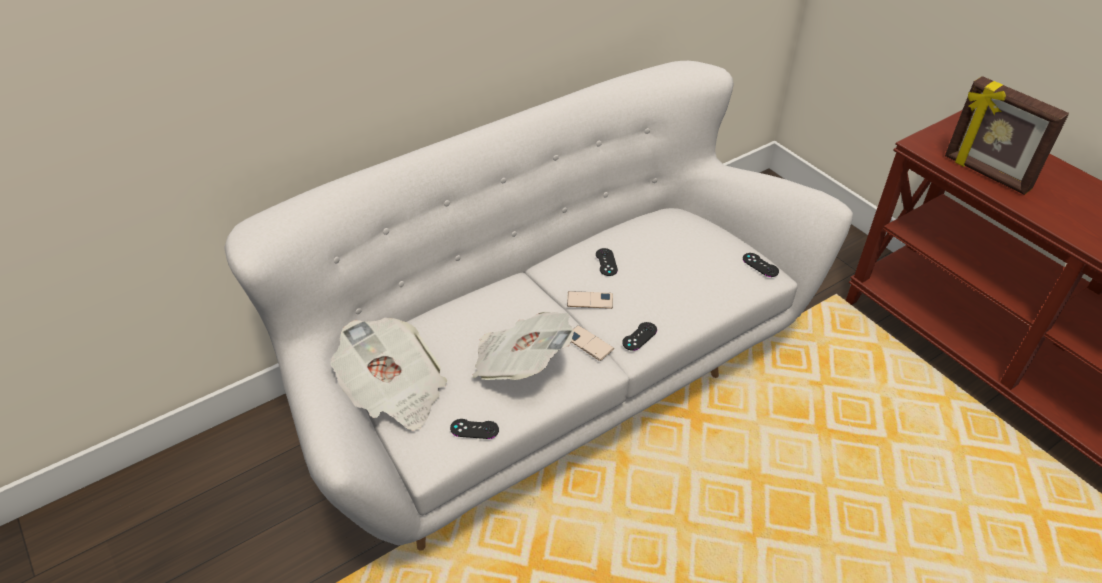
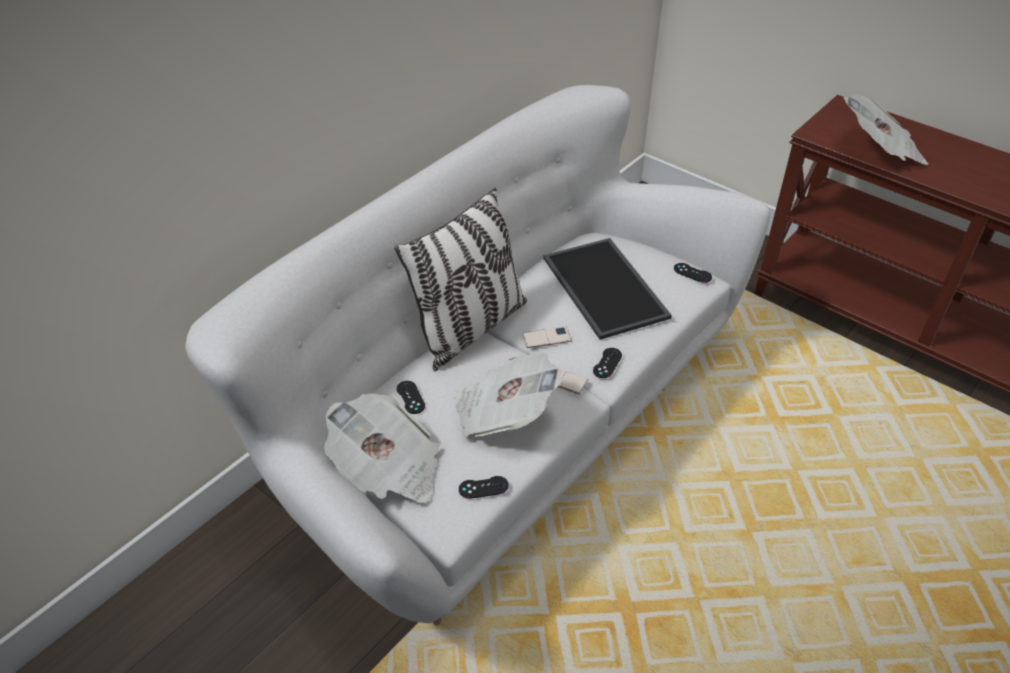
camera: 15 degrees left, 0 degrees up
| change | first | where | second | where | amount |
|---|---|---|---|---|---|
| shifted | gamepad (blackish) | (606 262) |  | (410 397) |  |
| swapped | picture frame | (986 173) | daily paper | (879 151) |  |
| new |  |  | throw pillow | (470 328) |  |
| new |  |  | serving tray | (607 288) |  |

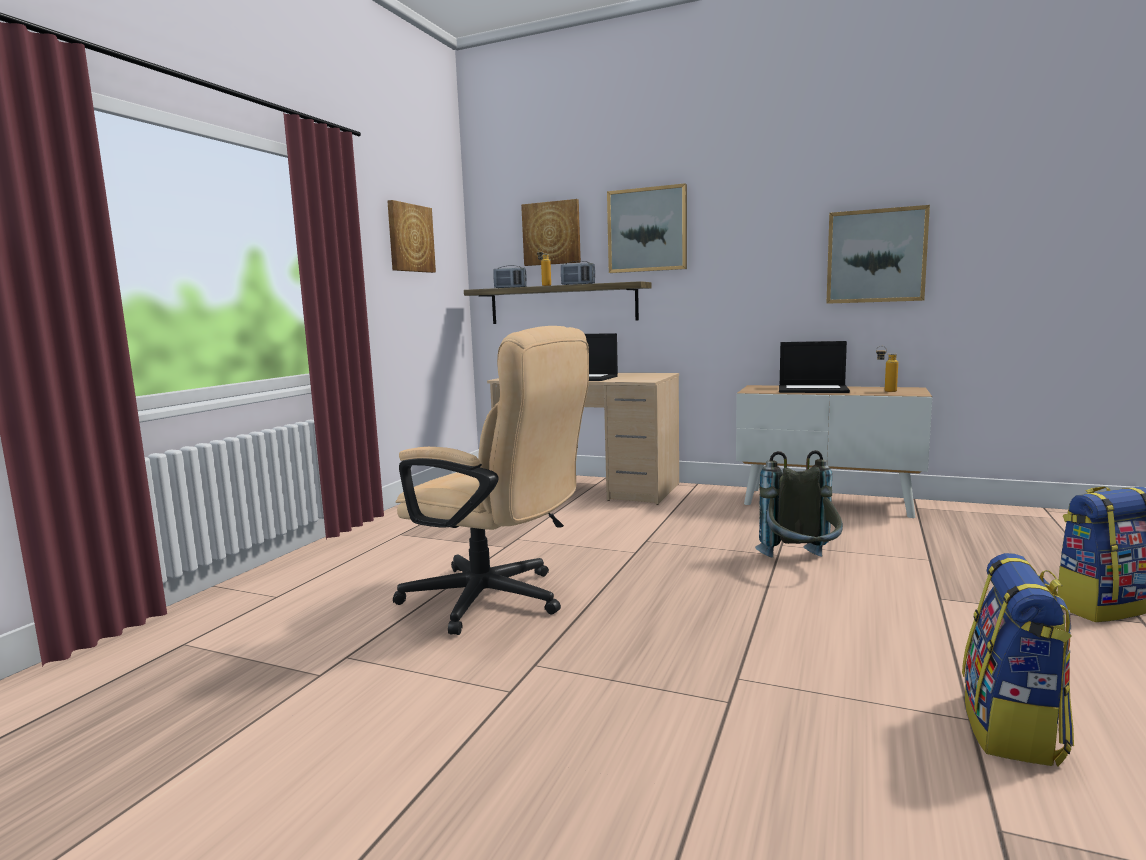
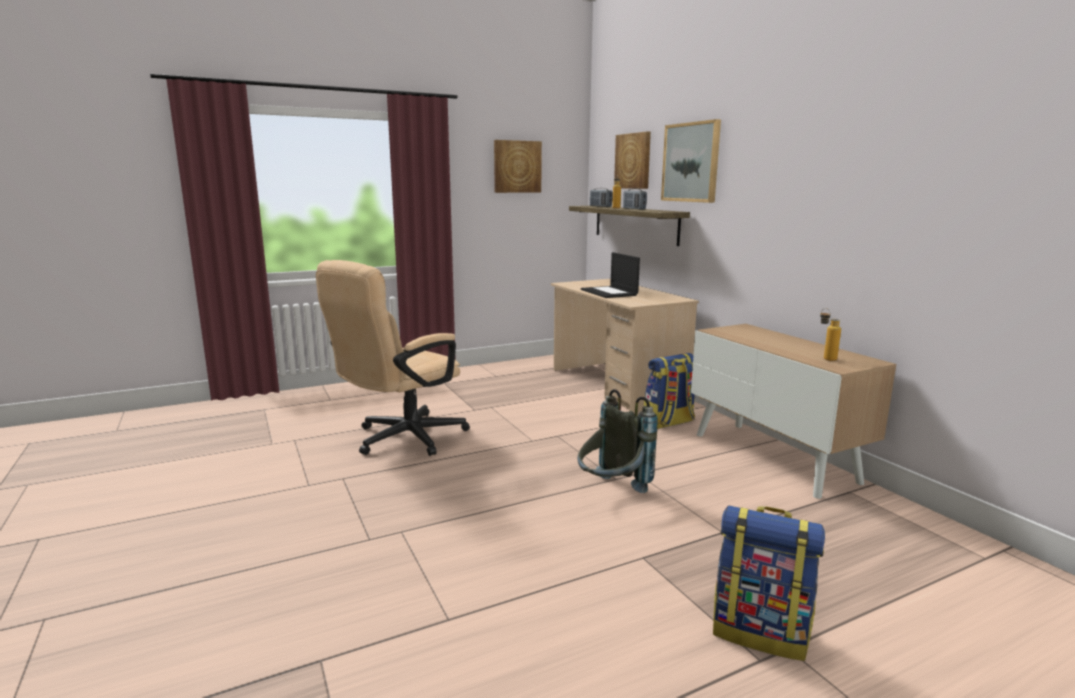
camera: 40 degrees right, 5 degrees up
| change | first | where | second | where | amount |
|---|---|---|---|---|---|
| rotated | office chair (beige) | (497 601) |  | (400 439) | 60 degrees clockwise |
| gone | notebook computer | (813 389) |  |  |  |
| gone | wall art | (876 256) |  |  |  |
| shifted | knapsack | (1013 729) |  | (669 422) |  |

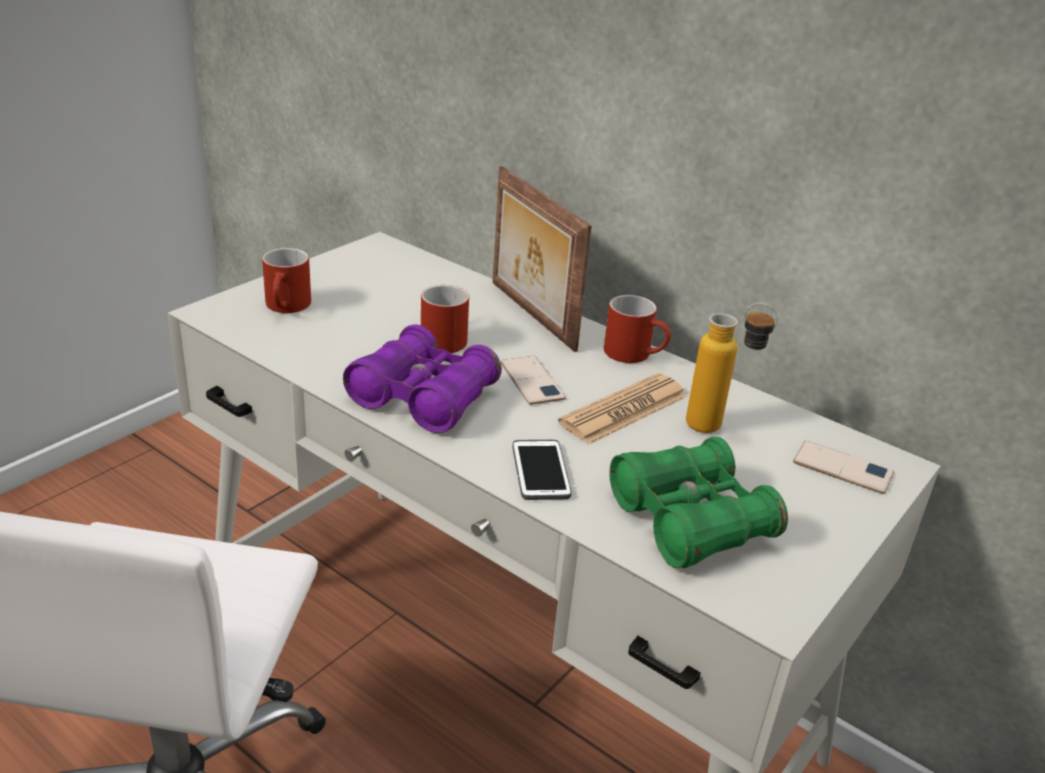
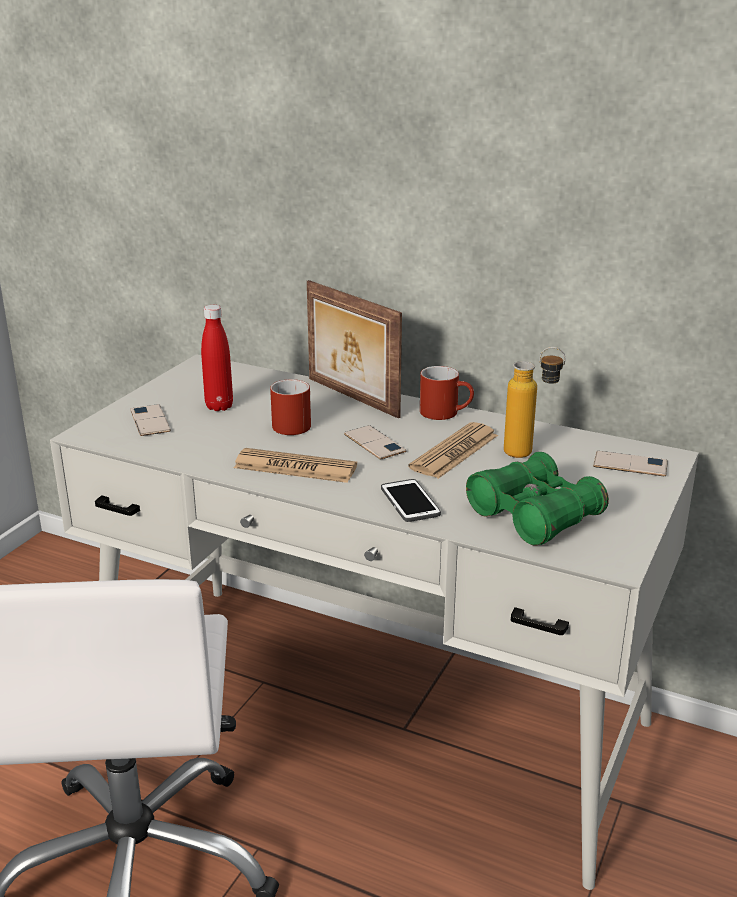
camera: 10 degrees left, 5 degrees down
| change | first | where | second | where | amount |
|---|---|---|---|---|---|
| swapped | tea mug (red) | (287 307) | phone | (150 421) |  |
| swapped | field glasses (purple-coloured) | (423 397) | daily paper | (295 467) |  |
| new |  |  | drink bottle (red) | (219 406) |  |

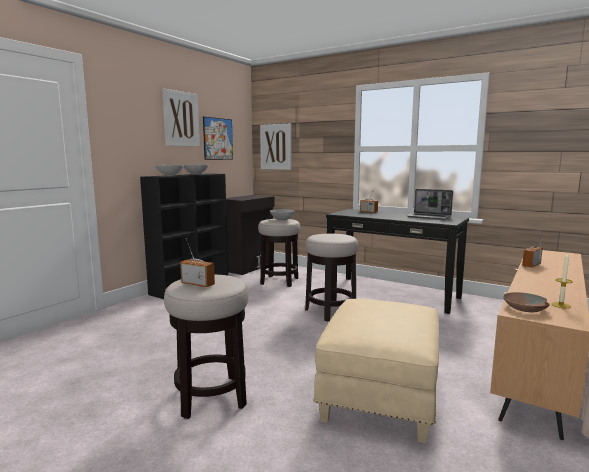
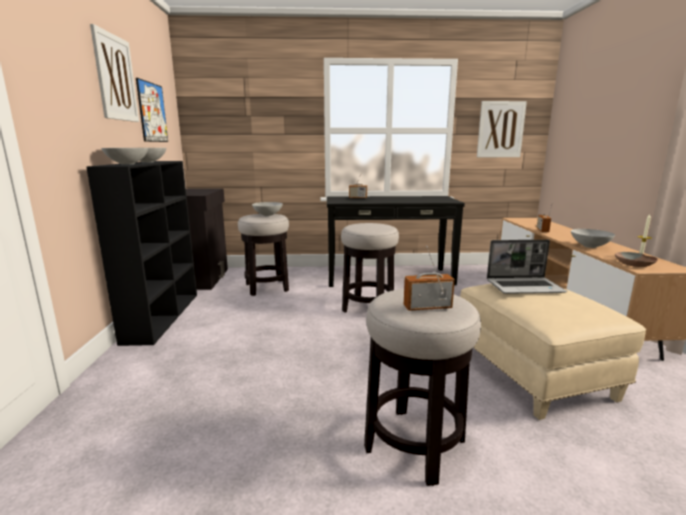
camera: 35 degrees left, 5 degrees up
| change | first | where | second | where | amount |
|---|---|---|---|---|---|
| shifted | wall art | (276 147) |  | (500 129) |  |
| shifted | notebook computer | (429 217) |  | (525 287) |  |
| new |  |  | deep dish (greyish) | (589 246) |  |

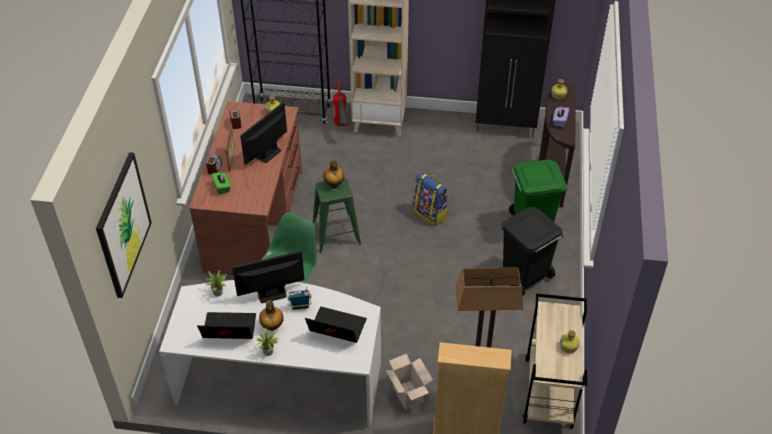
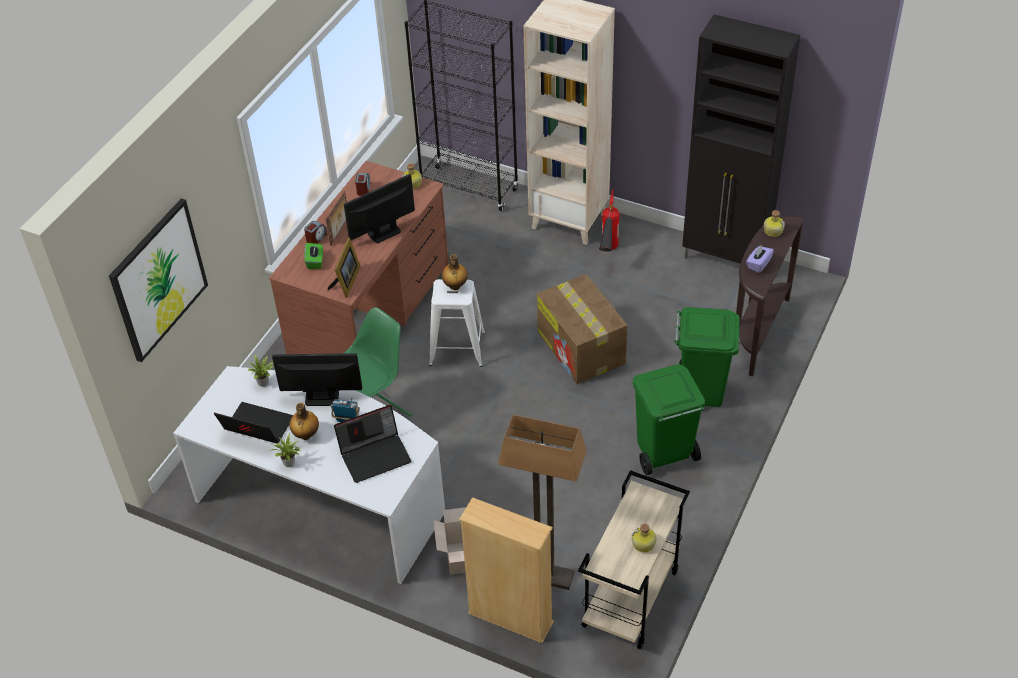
camera: 20 degrees right, 0 degrees up
| change | first | where | second | where | amount |
|---|---|---|---|---|---|
| rotated | notebook computer | (336 329) |  | (375 455) | 120 degrees clockwise |
| repainted | sitting stool (green) | (336 235) | sitting stool (white-coloured) | (457 349) |  |
| shifted | extinguisher | (342 130) |  | (608 255) |  |
| swapped | knapsack | (430 214) | packing box | (582 348) |  |
| repainted | rubbish bin (blackish) | (524 278) | rubbish bin (green) | (663 454) |  |
| new |  |  | picture frame | (346 282) |  |

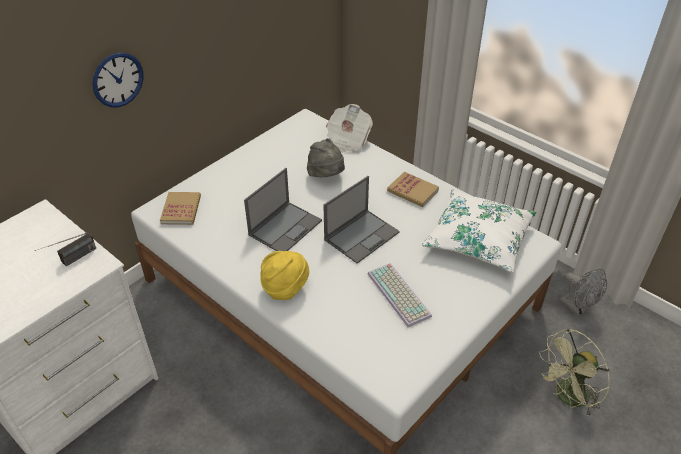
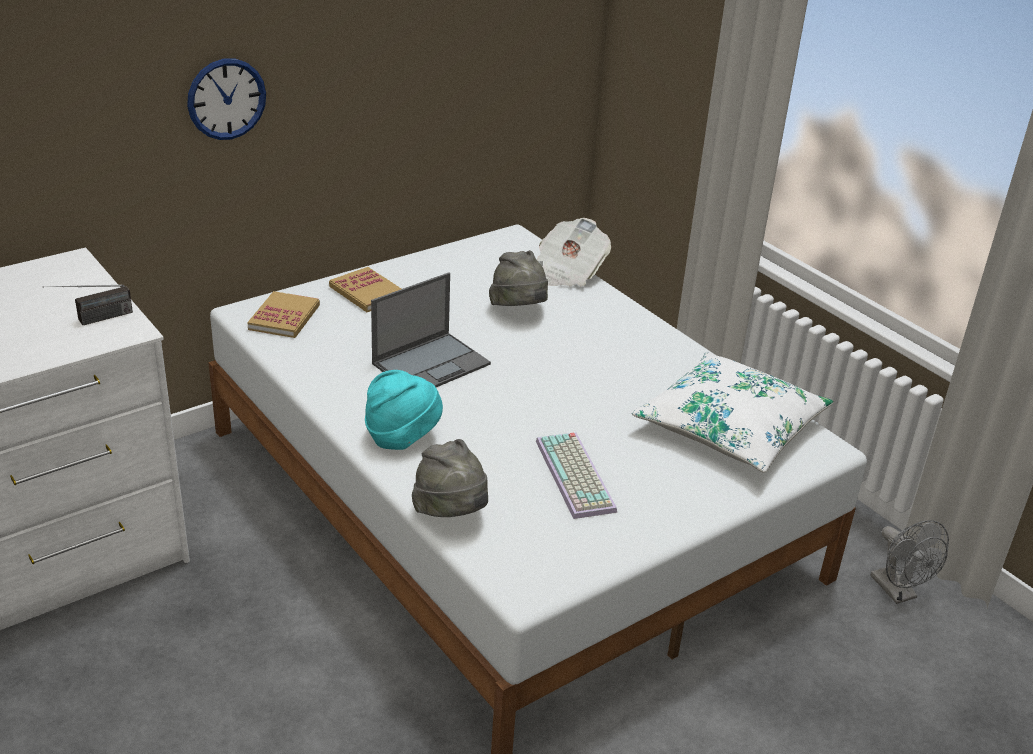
camera: 10 degrees right, 10 degrees down
| change | first | where | second | where | amount |
|---|---|---|---|---|---|
| repainted | clothing hat (yellow) | (285 288) | clothing hat (blue-green) | (402 437) |  |
| gone | notebook computer | (362 235) |  |  |  |
| shifted | bound book | (412 191) |  | (367 292) |  |
| gone | fan (green) | (567 397) |  |  |  |
| new |  |  | clothing hat (greyish) | (451 514) |  |

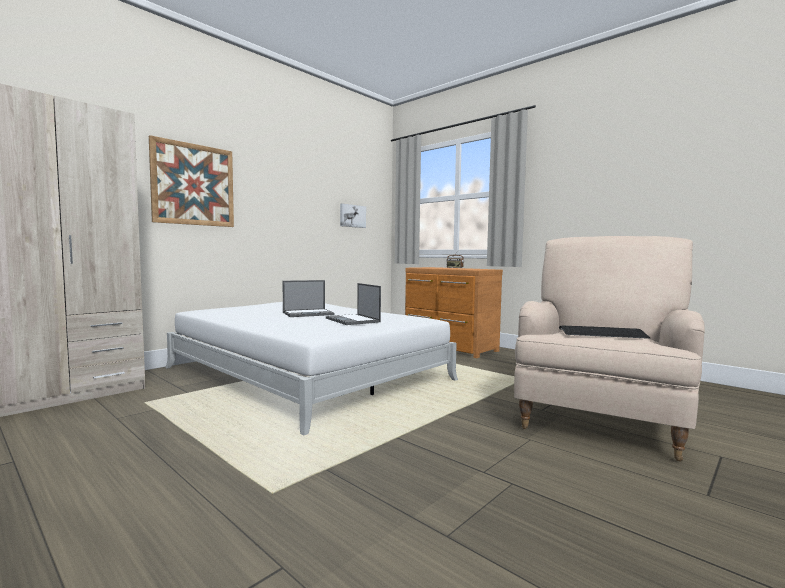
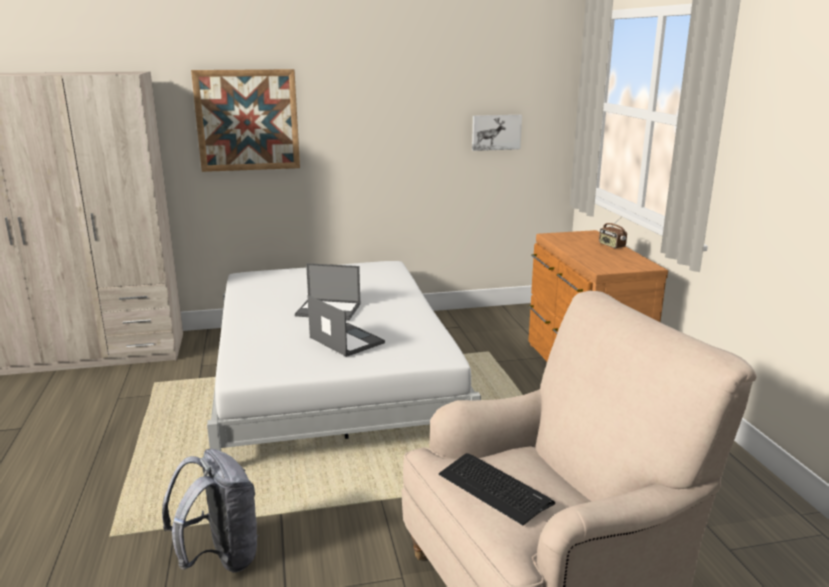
camera: 35 degrees right, 15 degrees up
| change | first | where | second | where | amount |
|---|---|---|---|---|---|
| rotated | notebook computer | (353 320) |  | (345 340) | 135 degrees clockwise |
| new |  |  | knapsack (greyish) | (220 558) |  |

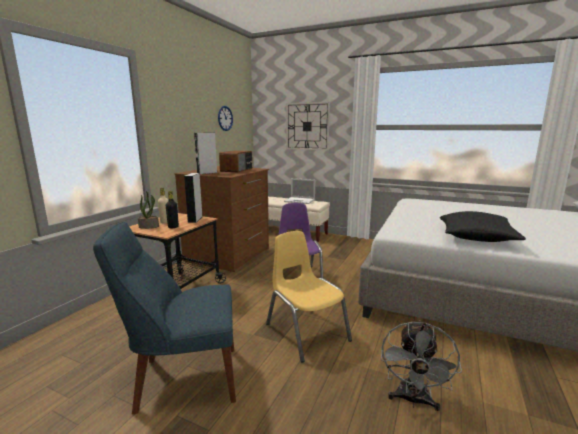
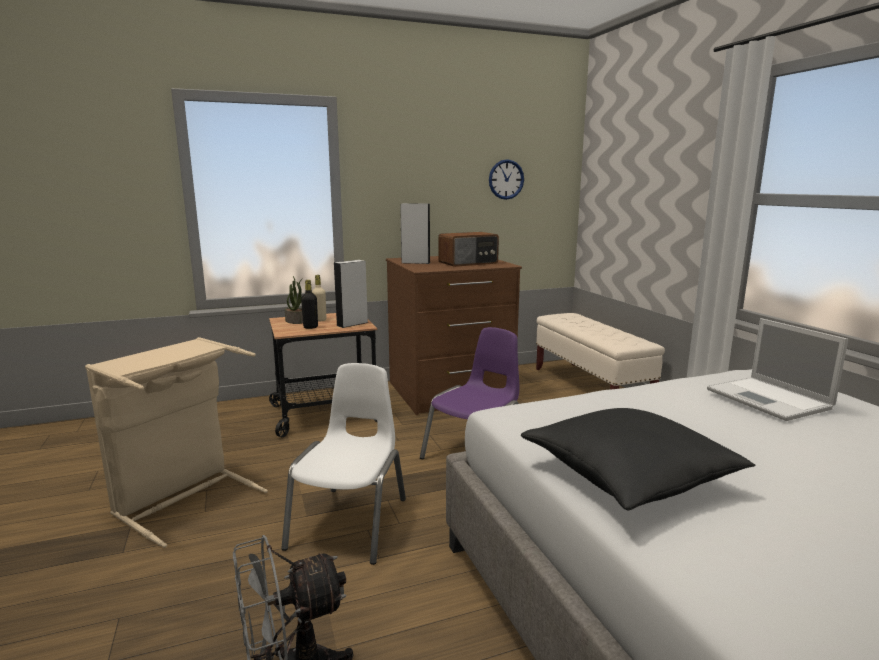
camera: 45 degrees right, 0 degrees up
| change | first | where | second | where | amount |
|---|---|---|---|---|---|
| swapped | plain chair (blue) | (183 379) | washing basket (beige) | (184 499) |  |
| repainted | plain chair (yellow) | (306 332) | plain chair (white-coloured) | (350 523) |  |
| shifted | notebook computer | (300 201) |  | (770 399) |  |
| gone | hanging clock | (307 126) |  |  |  |

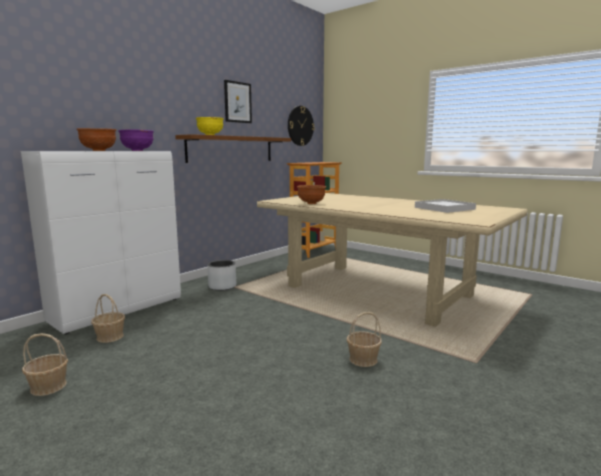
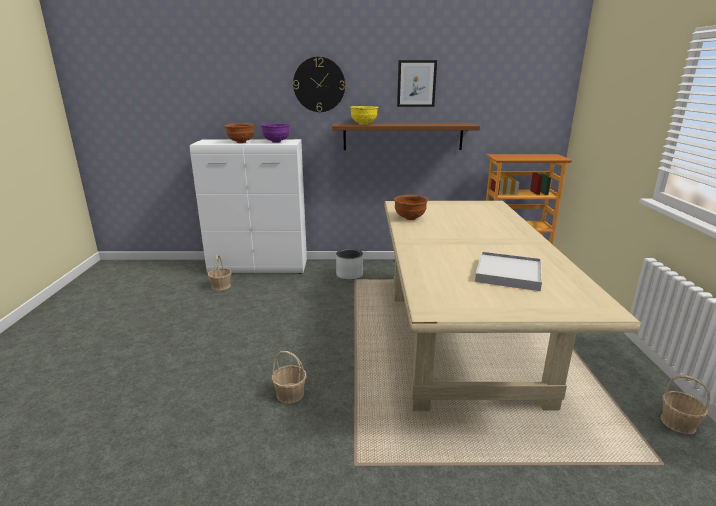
camera: 50 degrees right, 10 degrees up
| change | first | where | second | where | amount |
|---|---|---|---|---|---|
| shifted | household basket | (48 386) |  | (678 423) |  |
| shifted | hanging clock | (300 126) |  | (319 84) |  |

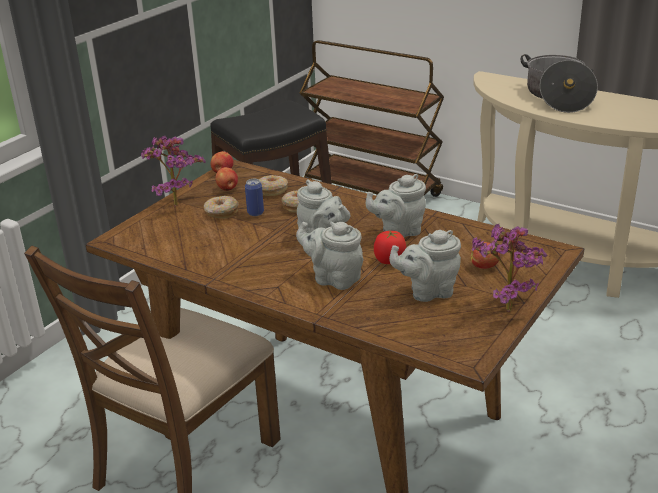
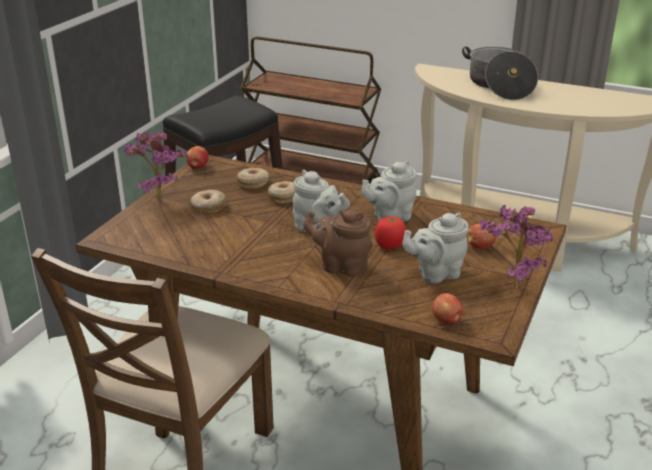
camera: 10 degrees left, 0 degrees up
| change | first | where | second | where | amount |
|---|---|---|---|---|---|
| shifted | apple | (227 189) |  | (446 321) |  |
| gone | metal can | (255 213) |  |  |  |
| repainted | tea pot (greyish) | (333 278) | tea pot (brown-coloured) | (340 266) |  |

